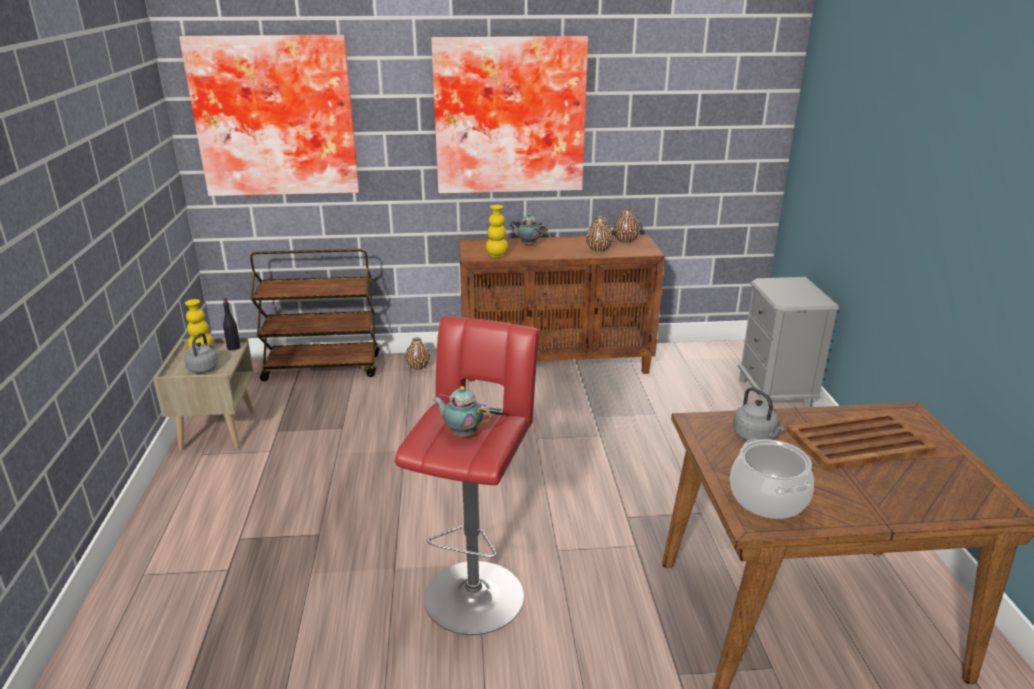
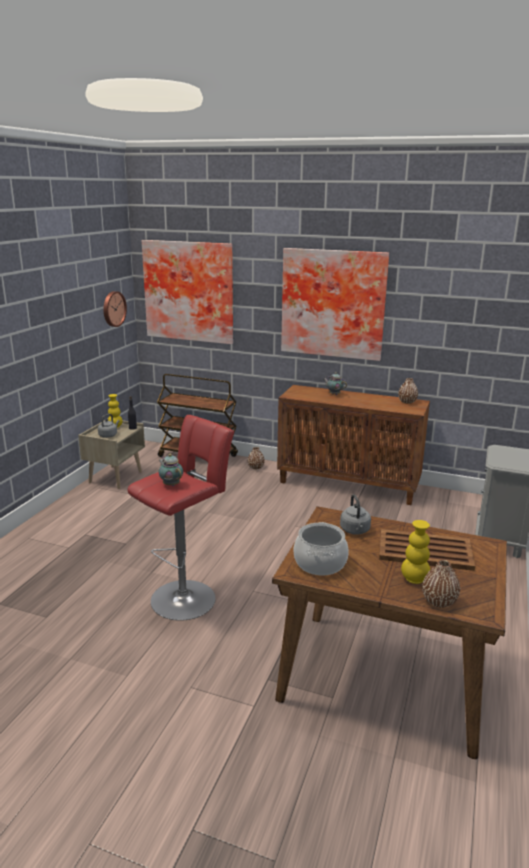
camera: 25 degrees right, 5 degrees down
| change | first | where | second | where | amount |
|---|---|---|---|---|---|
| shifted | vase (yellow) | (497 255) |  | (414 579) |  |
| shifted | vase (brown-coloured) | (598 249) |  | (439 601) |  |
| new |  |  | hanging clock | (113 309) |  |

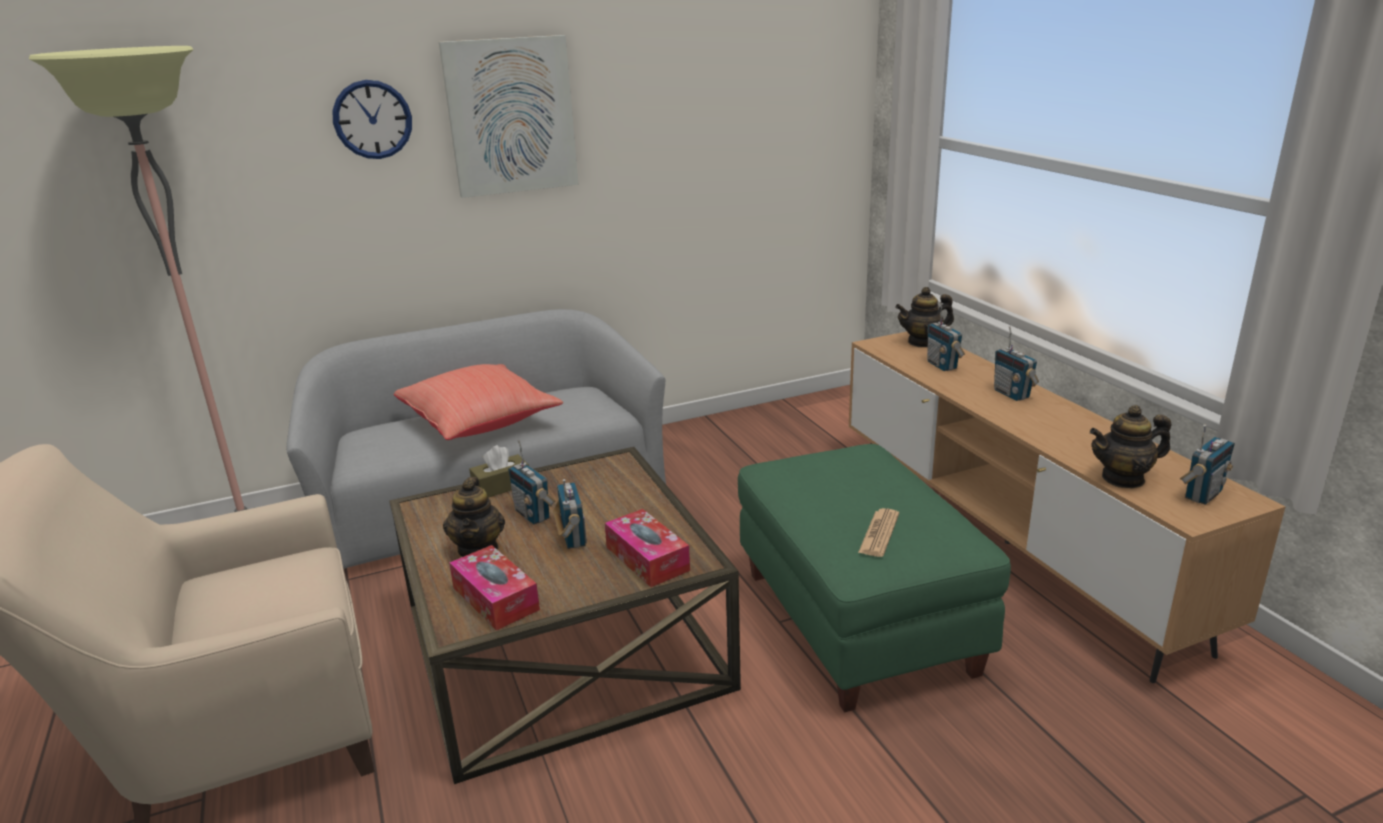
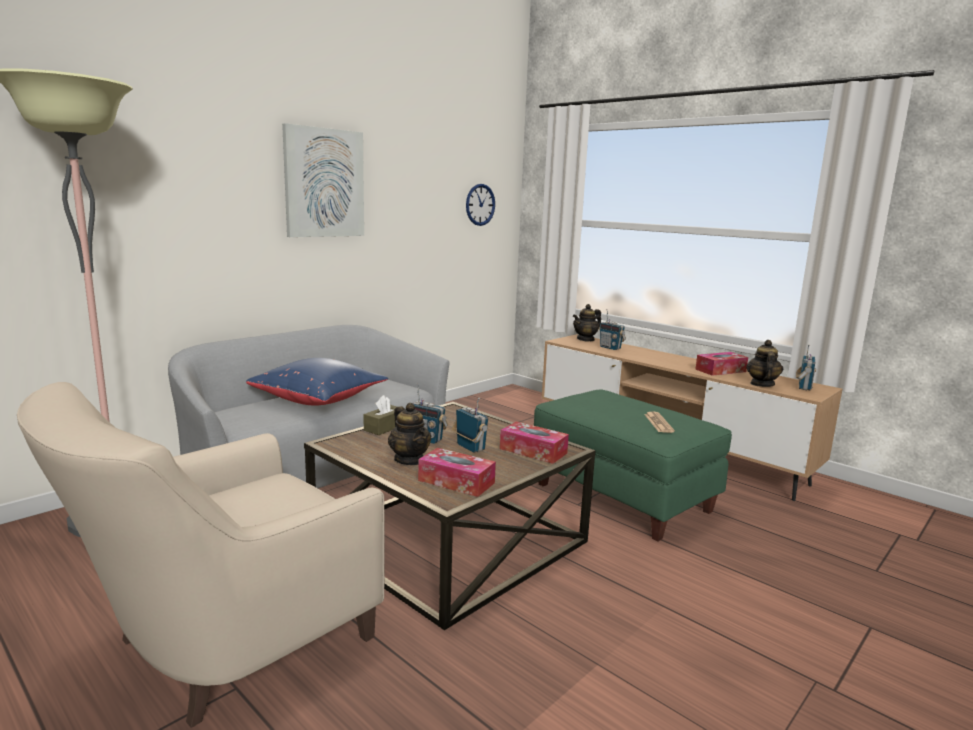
camera: 25 degrees left, 10 degrees down
| change | first | where | second | where | amount |
|---|---|---|---|---|---|
| shifted | hanging clock | (372 119) |  | (480 204) |  |
| repainted | throw pillow (red) | (481 423) | throw pillow (blue) | (320 400) |  |
| gone | radio | (1012 394) |  |  |  |
| rotated | tea pot | (1123 478) |  | (761 384) | 135 degrees clockwise |
| new |  |  | tissue holder | (720 370) |  |

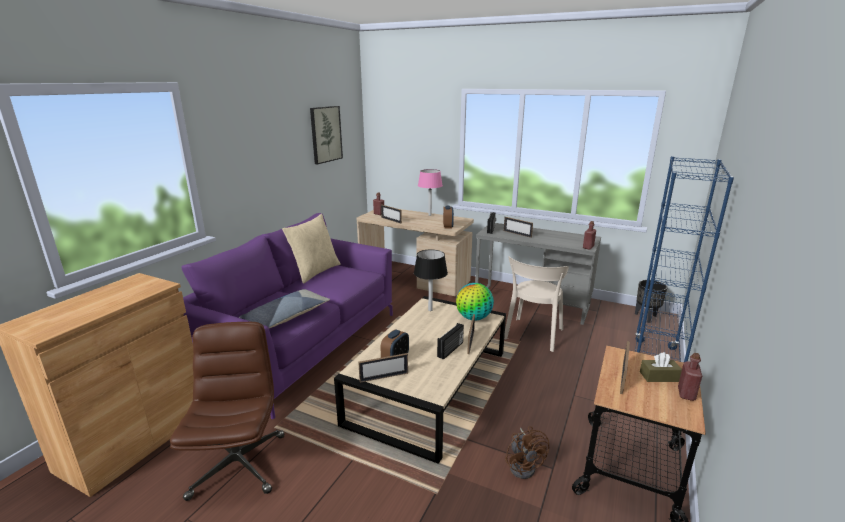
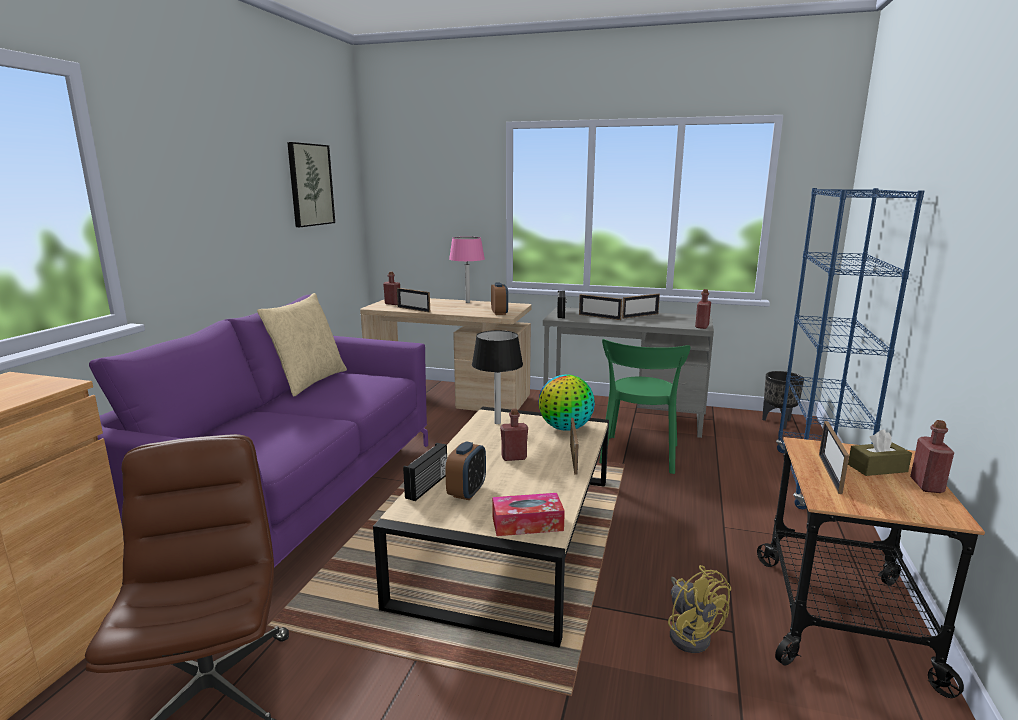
camera: 10 degrees left, 5 degrees down
| change | first | where | second | where | amount |
|---|---|---|---|---|---|
| gone | throw pillow | (286 316) |  |  |  |
| shifted | picture frame | (384 377) |  | (640 316) |  |
| shifted | radio | (451 350) |  | (428 486) |  |
| repainted | plain chair (beige) | (532 336) | plain chair (green) | (639 456) |  |
| repainted | fan (brown-coloured) | (524 465) | fan (yellow) | (690 633) |  |
| new |  |  | tissue holder | (527 523) |  |
| new |  |  | drink bottle (red) | (514 457) |  |

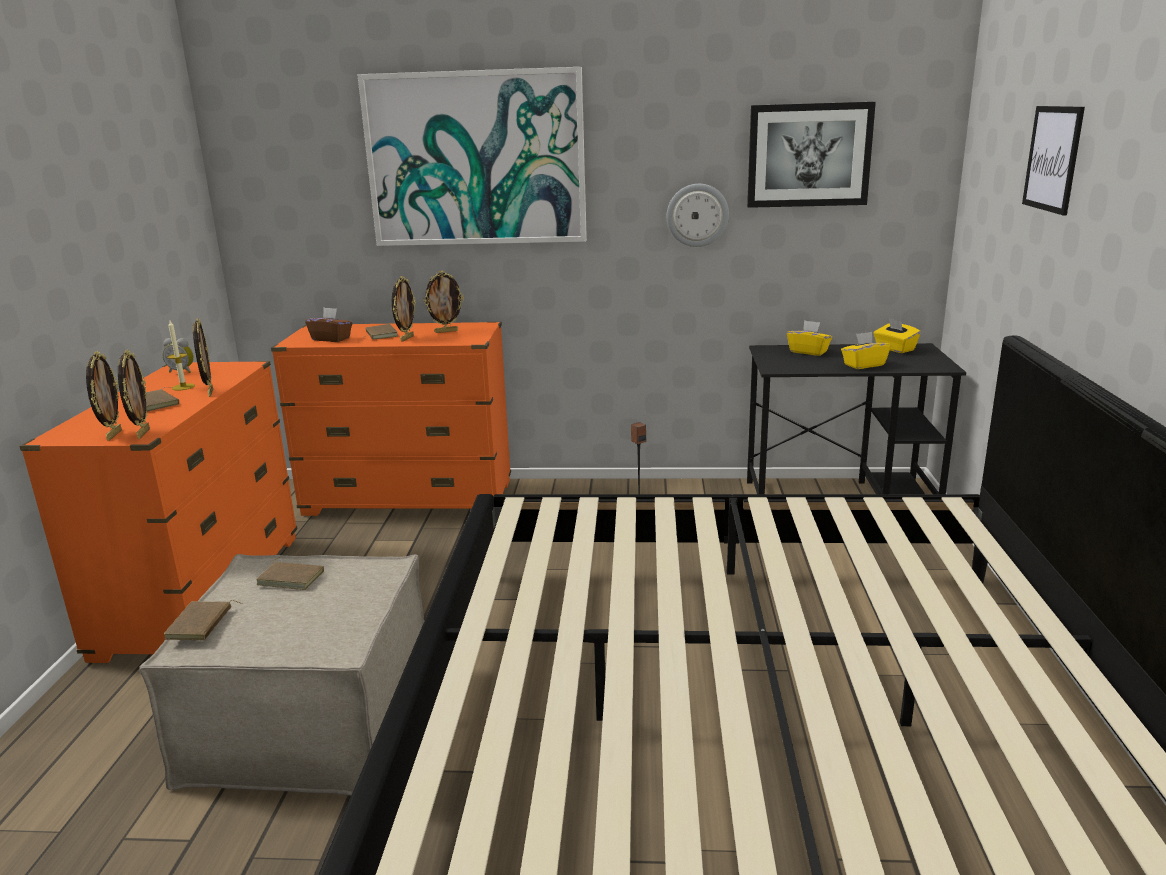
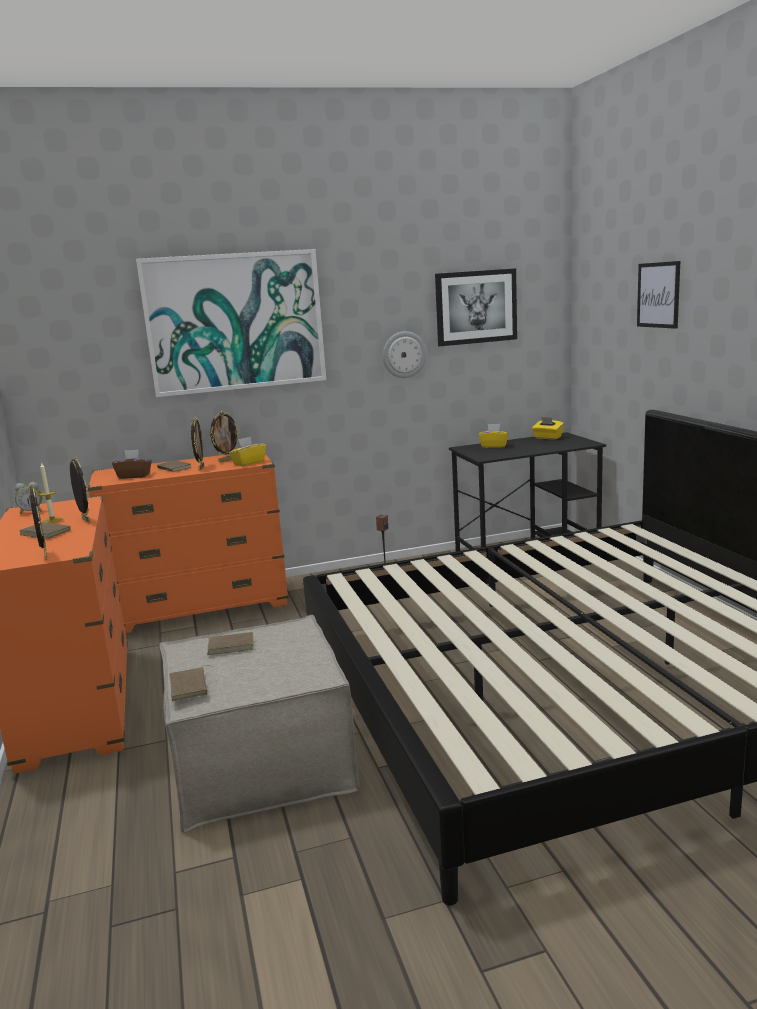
camera: 20 degrees left, 5 degrees down
| change | first | where | second | where | amount |
|---|---|---|---|---|---|
| gone | picture frame | (142 433) |  |  |  |
| shifted | tissue holder (yellow) | (863 365) |  | (248 463) |  |

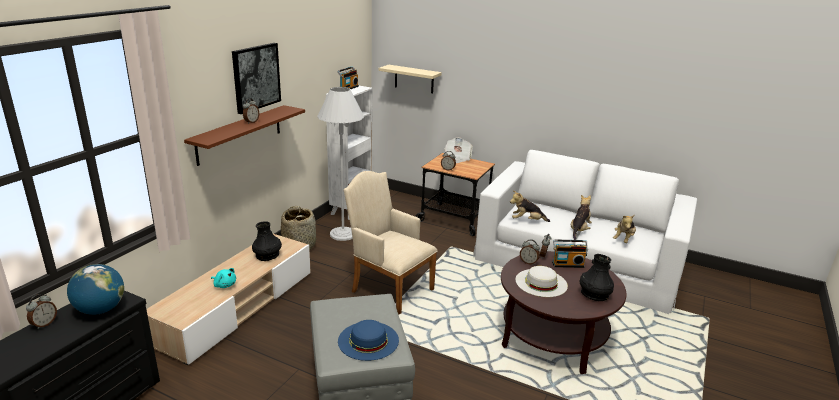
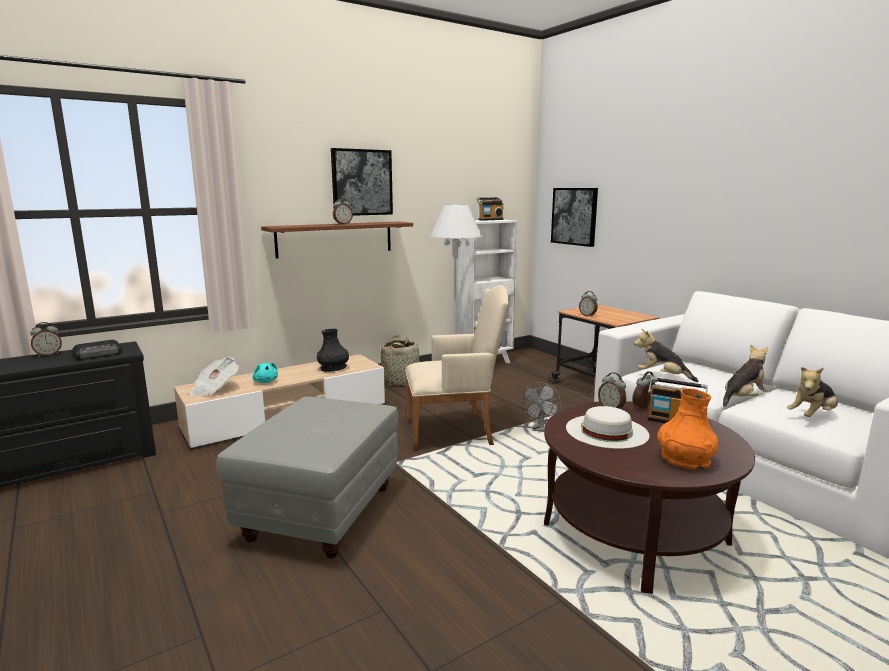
camera: 30 degrees right, 10 degrees down
| change | first | where | second | where | amount |
|---|---|---|---|---|---|
| swapped | globe | (100 310) | radio | (99 354) |  |
| gone | clothing hat (blue) | (368 340) |  |  |  |
| rotated | lounge chair (beige) | (389 288) |  | (455 432) | 105 degrees clockwise |
| swapped | wall shelf (beige) | (414 79) | wall art | (574 216) |  |
| shifted | daily paper | (458 158) |  | (214 389) |  |
| repainted | vase (blackish) | (594 294) | vase (orangey) | (685 460) |  |
| new |  |  | fan (greyish) | (540 429) |  |

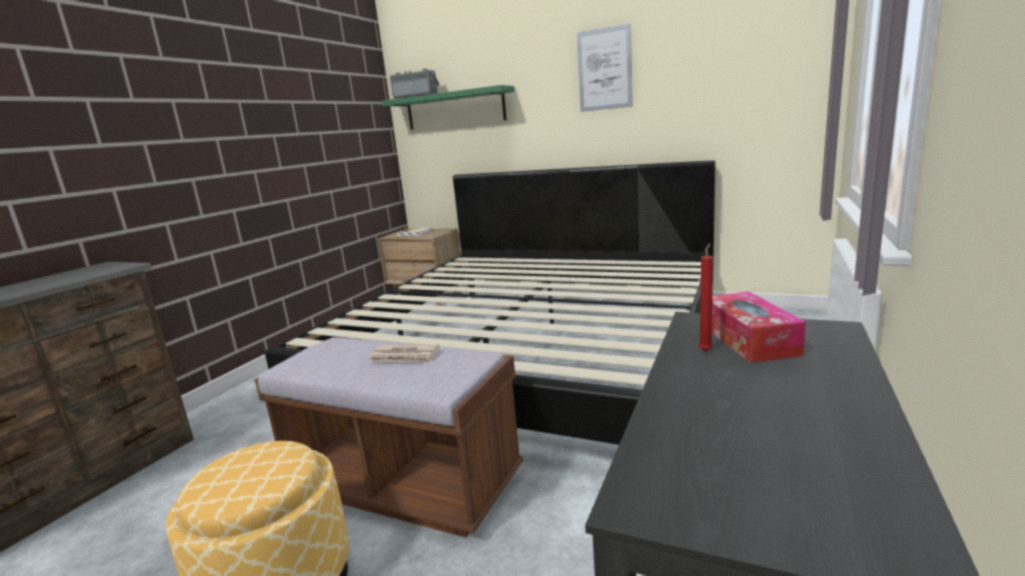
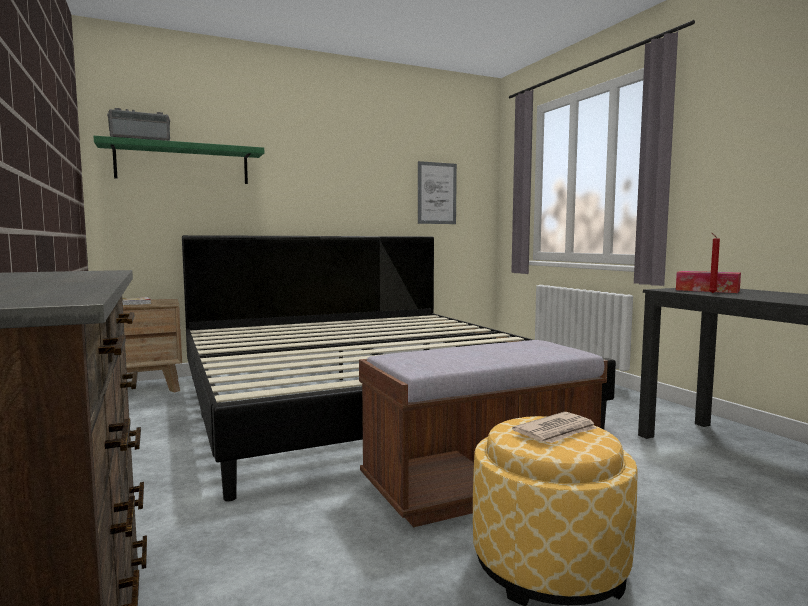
camera: 50 degrees left, 10 degrees down
| change | first | where | second | where | amount |
|---|---|---|---|---|---|
| shifted | daily paper | (405 357) |  | (557 432) |  |
| shifted | wall art | (604 69) |  | (436 193) |  |

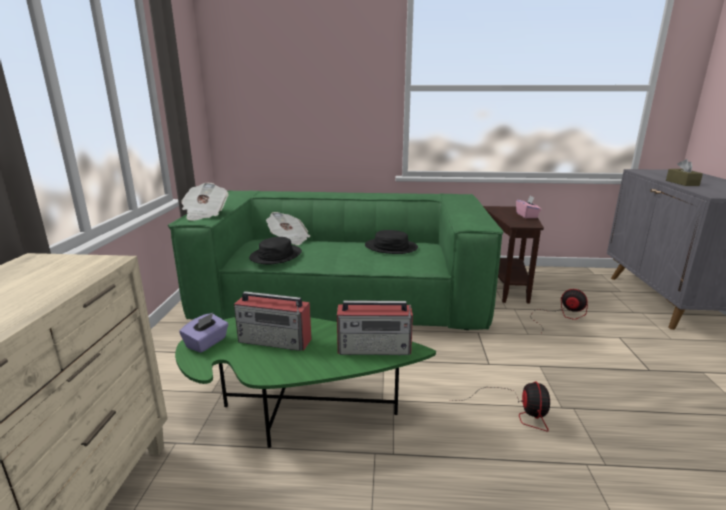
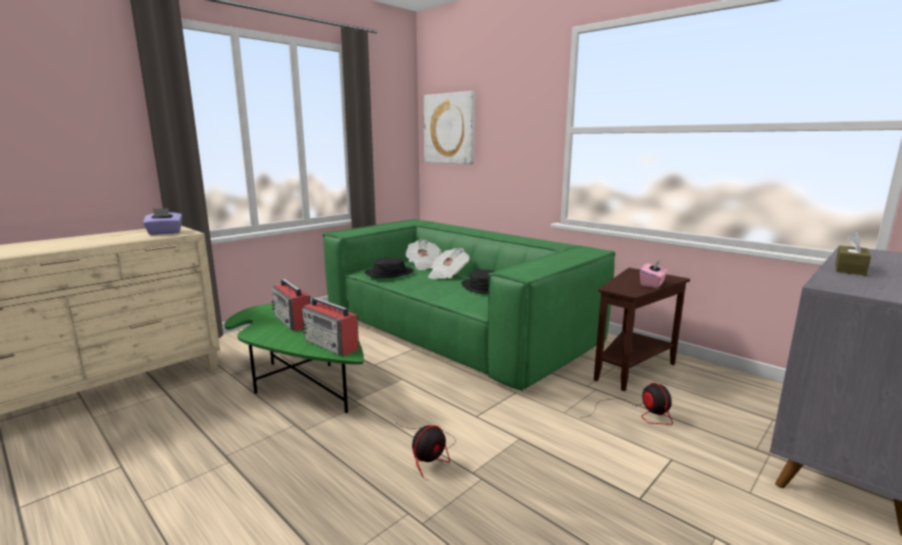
camera: 40 degrees right, 5 degrees down
| change | first | where | second | where | amount |
|---|---|---|---|---|---|
| shifted | tissue holder (purple-coloured) | (207 343) |  | (164 233) |  |
| shifted | daily paper | (205 214) |  | (447 275) |  |
| new |  |  | wall art | (449 128) |  |

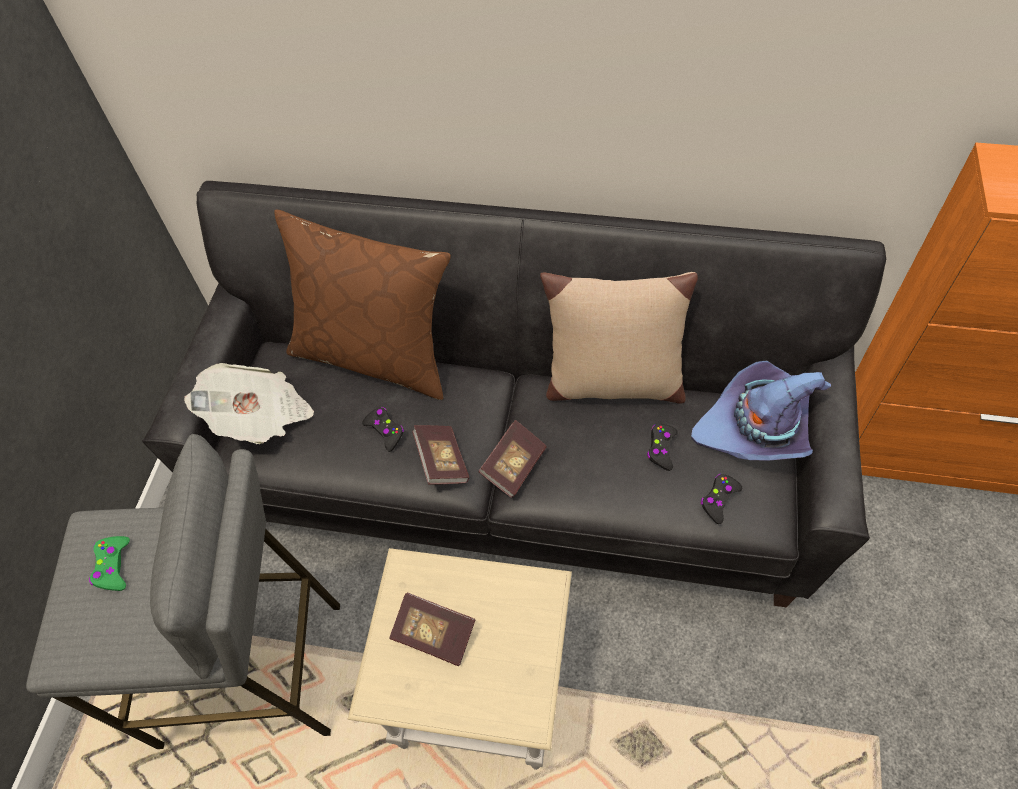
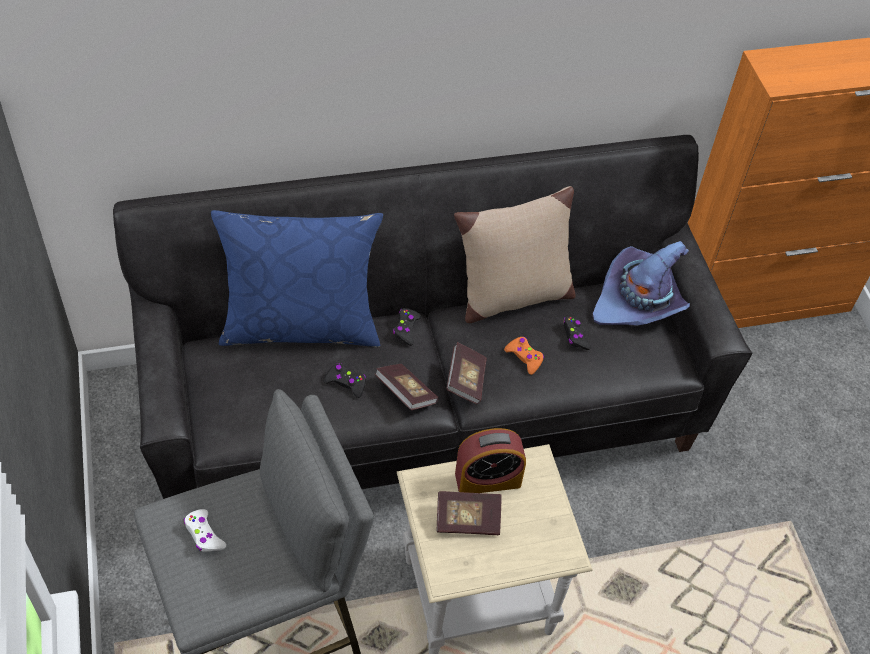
camera: 30 degrees left, 5 degrees down
| change | first | where | second | where | amount |
|---|---|---|---|---|---|
| repainted | gamepad (green) | (113 566) | gamepad (white-coloured) | (204 535) |  |
| gone | daily paper | (260 417) |  |  |  |
| repainted | throw pillow (brown-coloured) | (375 354) | throw pillow (blue) | (301 325) |  |
| shifted | gamepad (blackish) | (719 500) |  | (406 329) |  |
| new |  |  | bedside clock | (488 479) |  |
| new |  |  | gamepad (orangey) | (524 357) |  |

